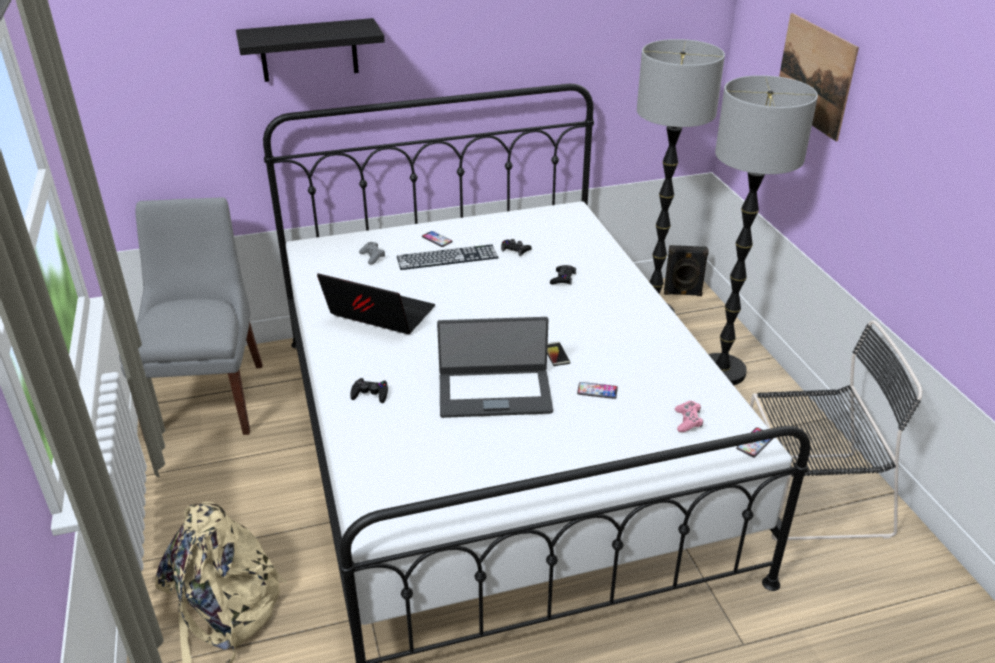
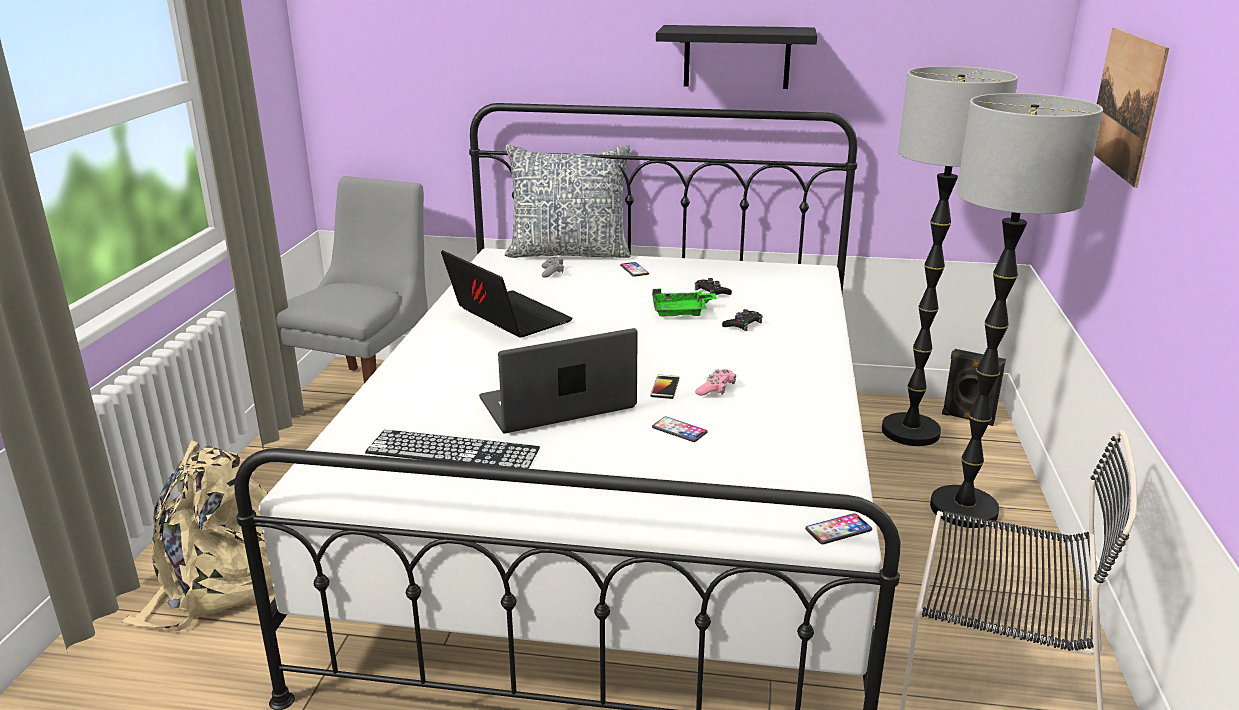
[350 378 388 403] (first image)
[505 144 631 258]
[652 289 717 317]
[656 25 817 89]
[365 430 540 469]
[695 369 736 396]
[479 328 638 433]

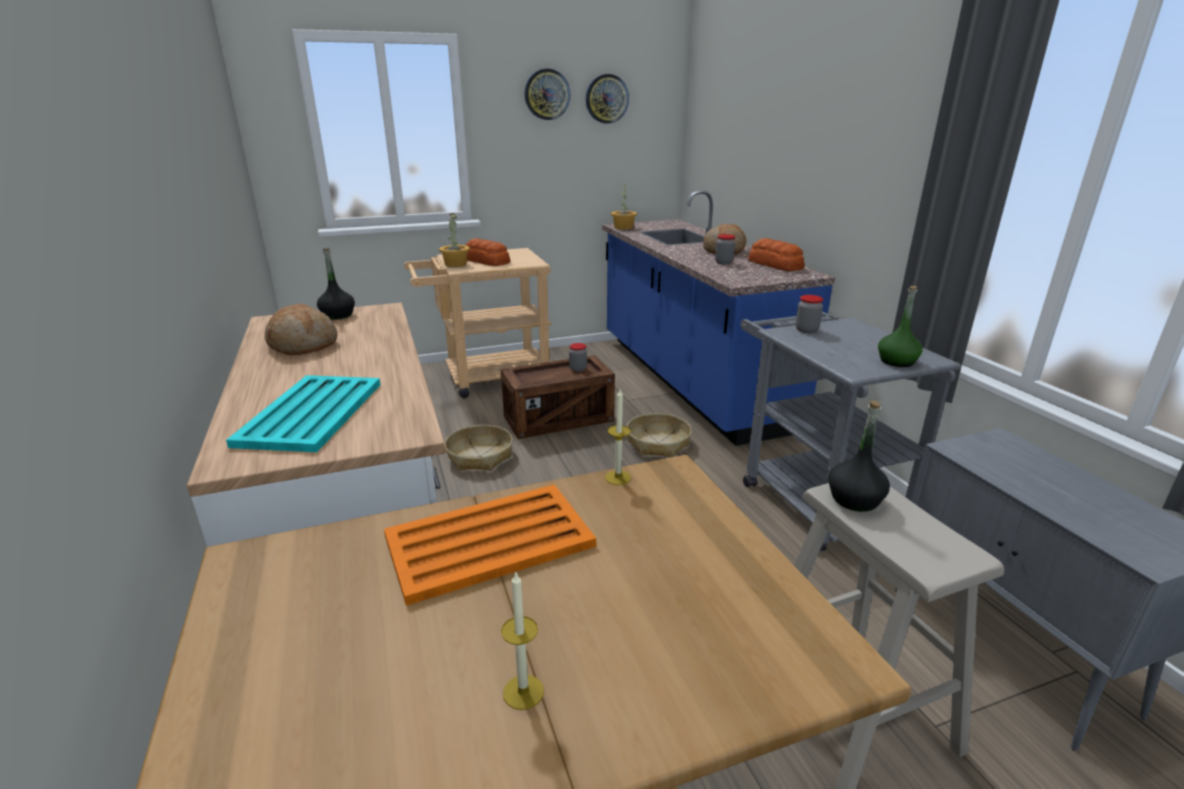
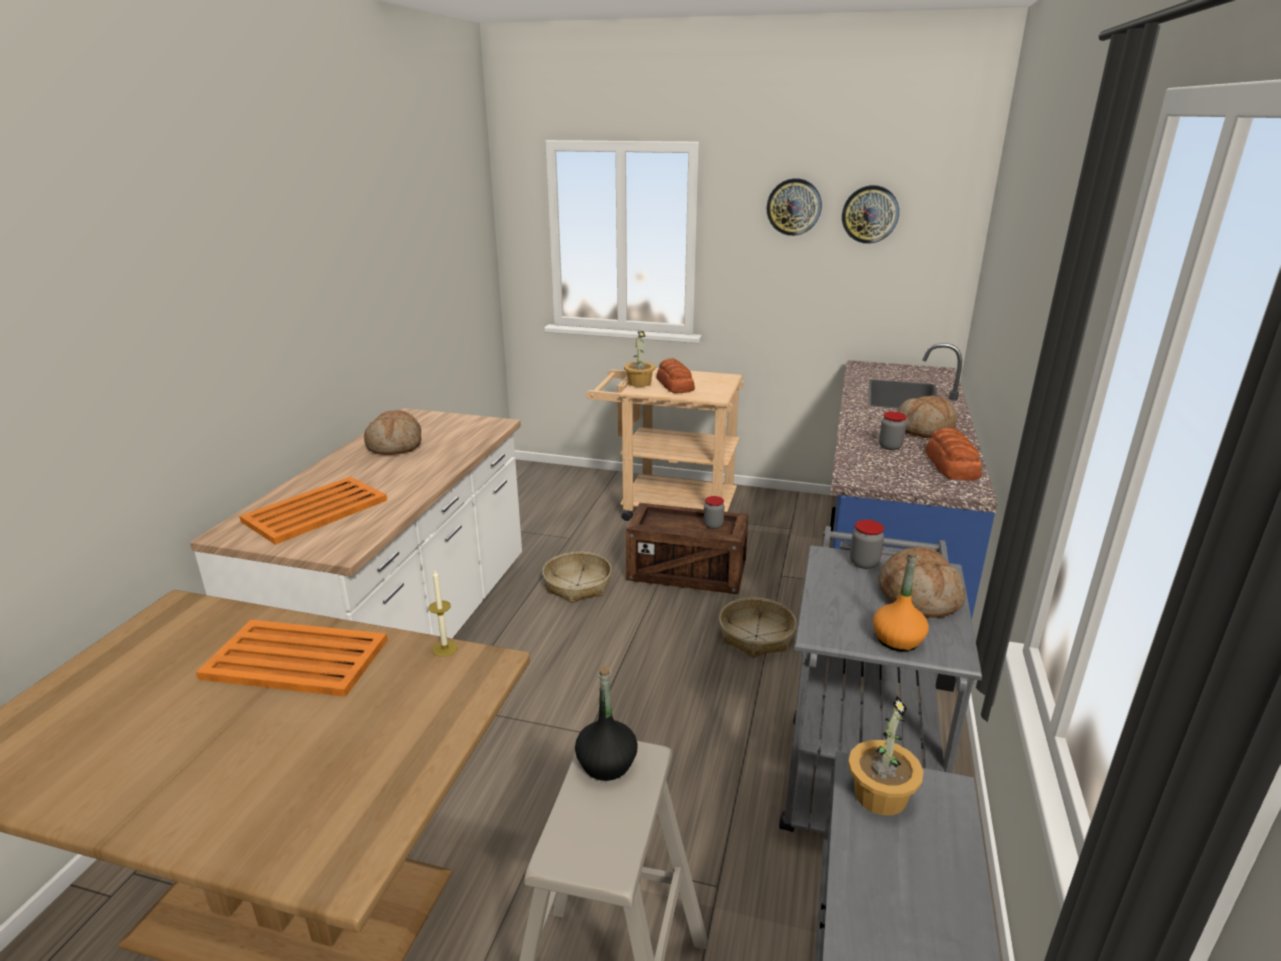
[317 248 355 320] (first image)
[501 571 544 710] (first image)
[878 547 966 618]
[848 695 924 815]
[240 477 387 545]
[873 551 929 652]

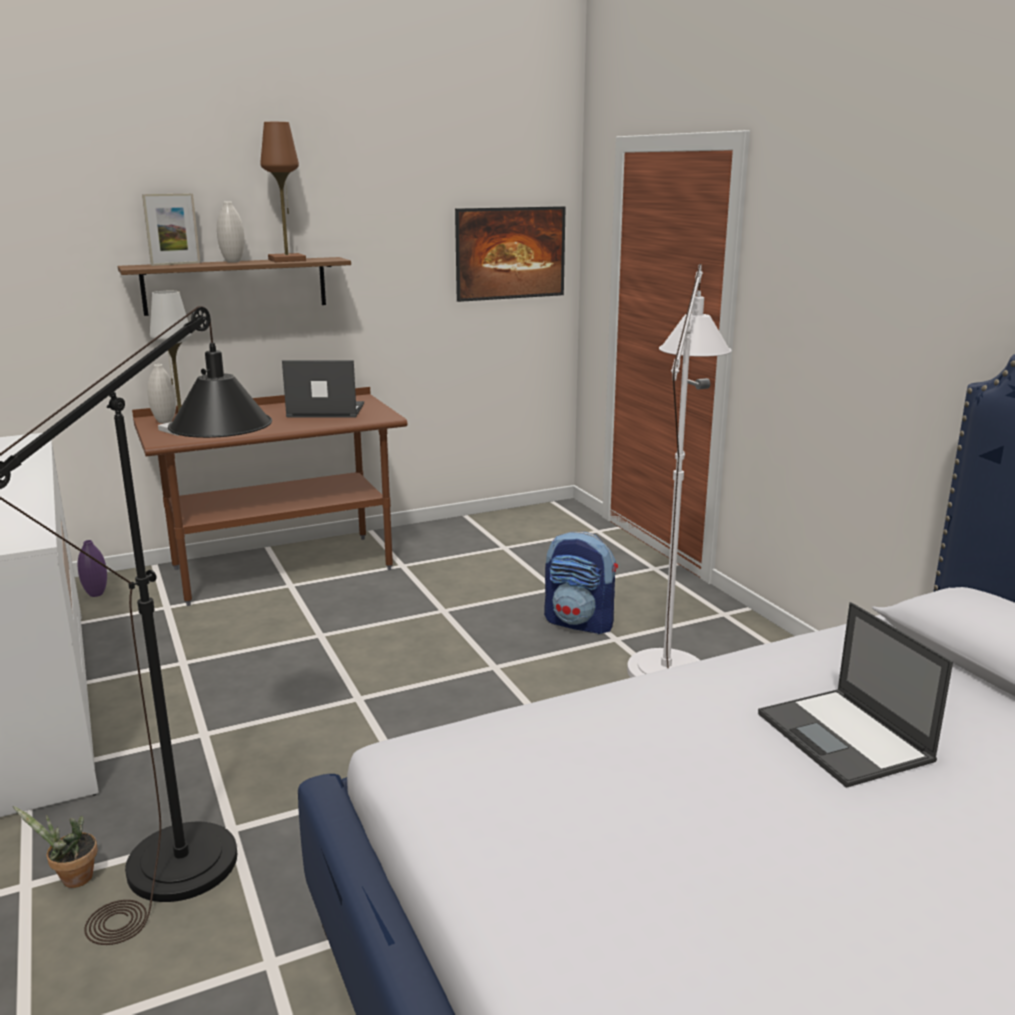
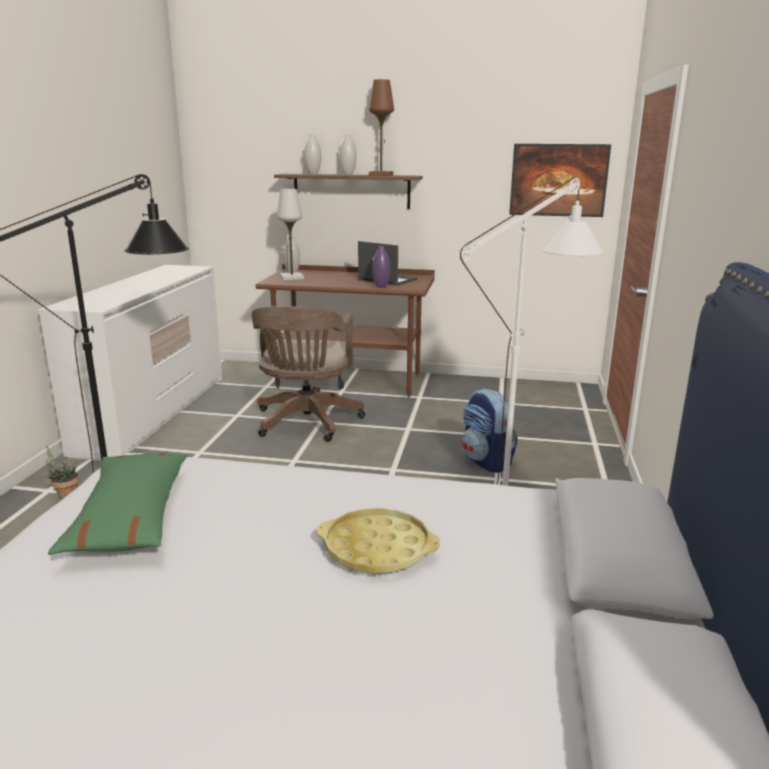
[48 453 188 555]
[252 306 365 442]
[372 246 390 288]
[304 134 321 174]
[316 508 440 573]

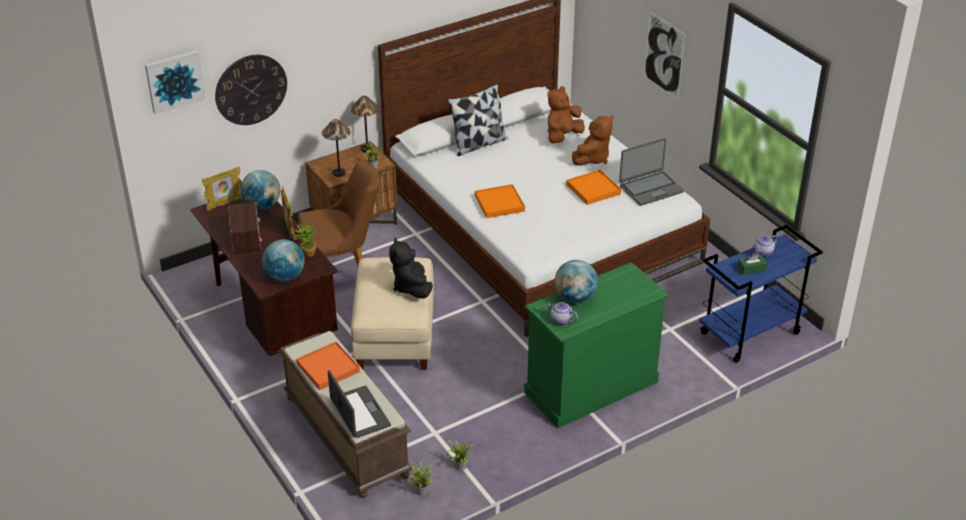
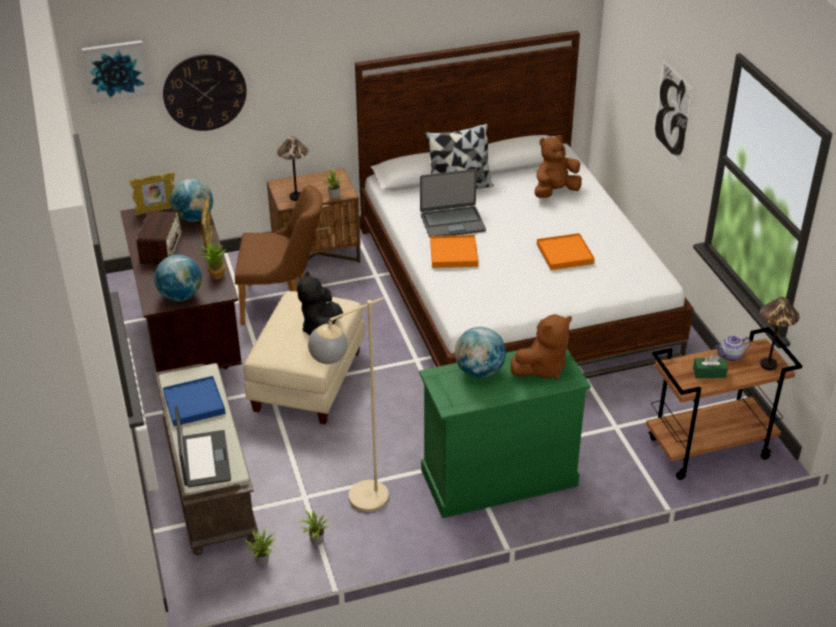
[546 301 578 326] (first image)
[308 297 389 512]
[760 297 800 370]
[511 314 572 379]
[420 169 486 238]
[163 376 226 426]
[646 327 802 480]

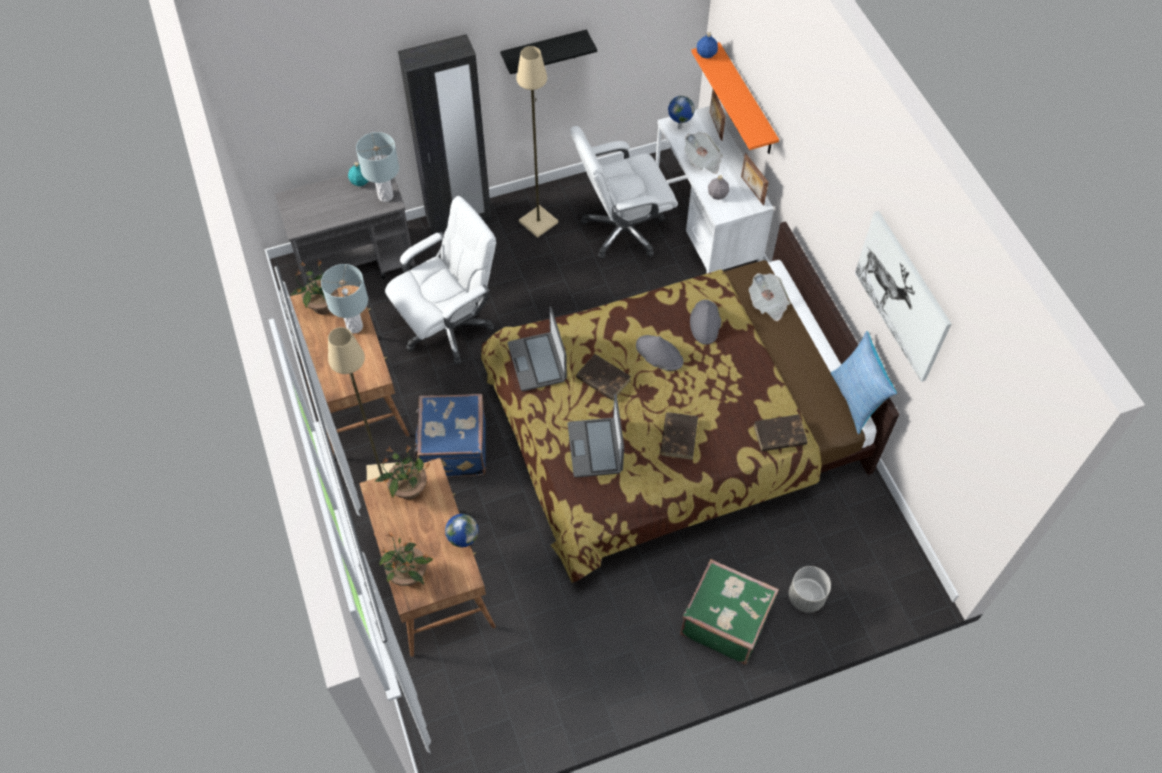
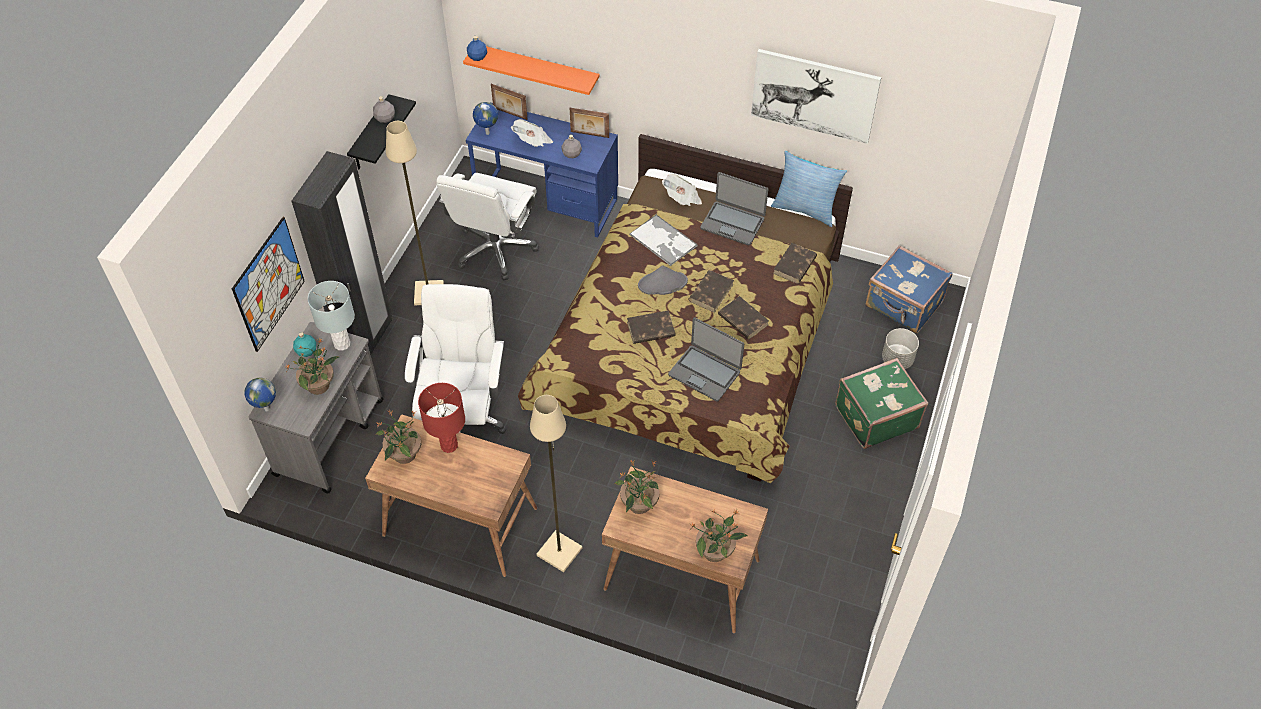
[232 217 305 352]
[284 337 339 395]
[373 96 395 123]
[688 270 734 313]
[865 245 952 333]
[244 378 276 412]
[700 172 768 246]
[630 214 698 266]
[418 383 465 453]
[466 102 618 238]

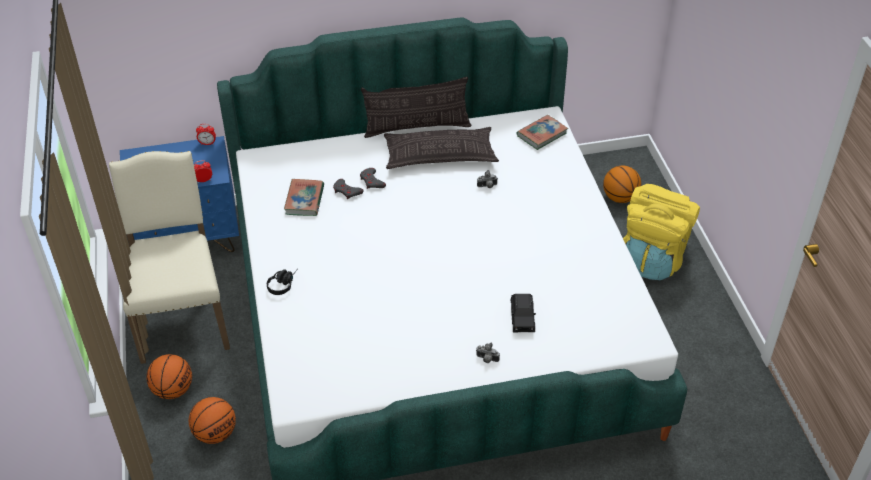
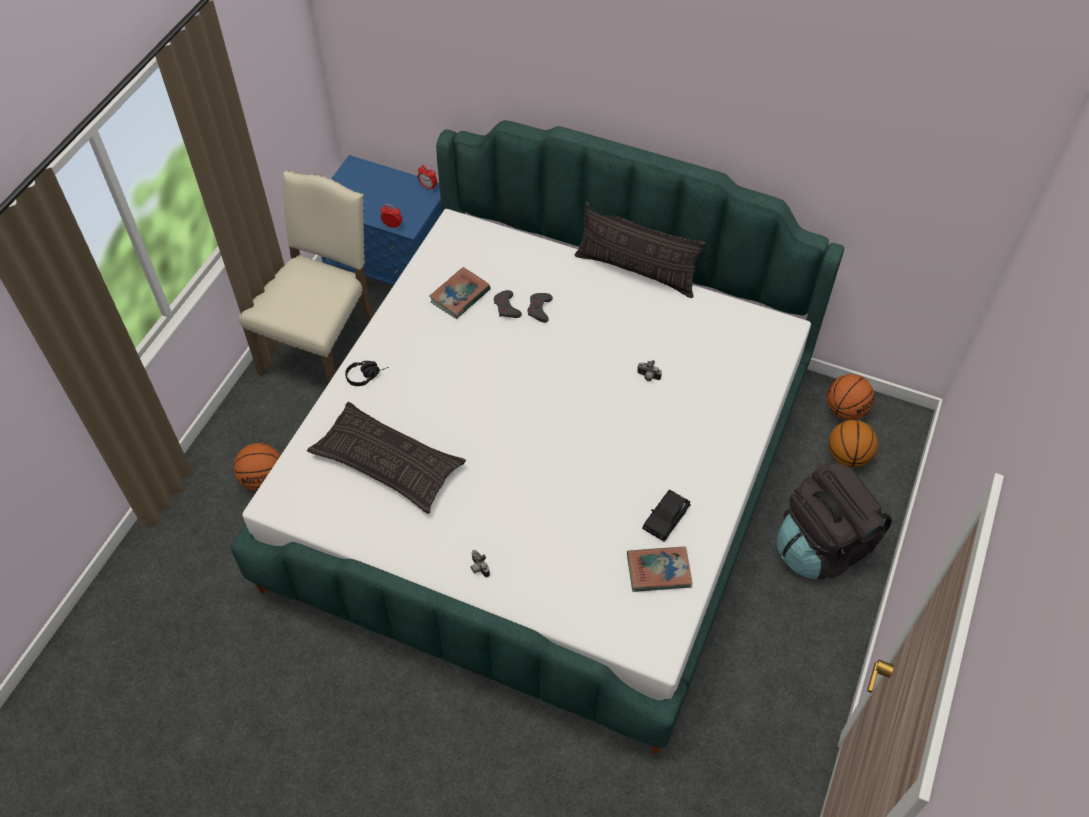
[827 374 875 420]
[307 402 466 514]
[642 489 691 541]
[627 546 693 592]
[776 462 892 579]

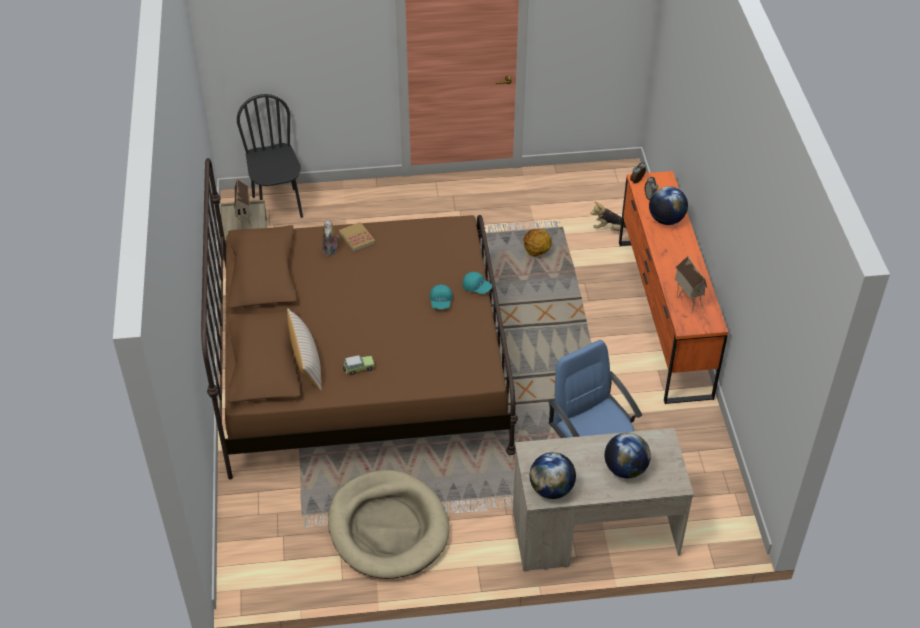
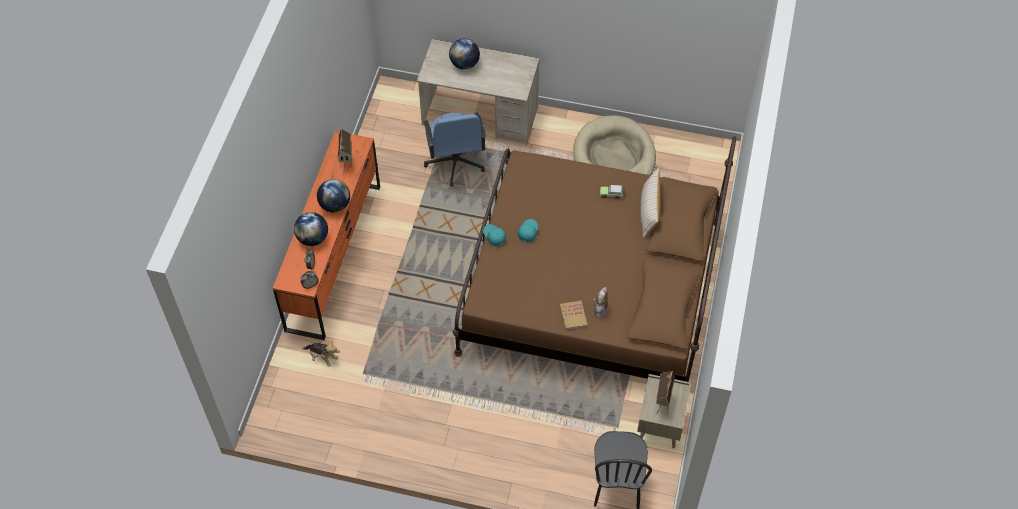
[524 229 552 257] (first image)
[317 179 350 212]

